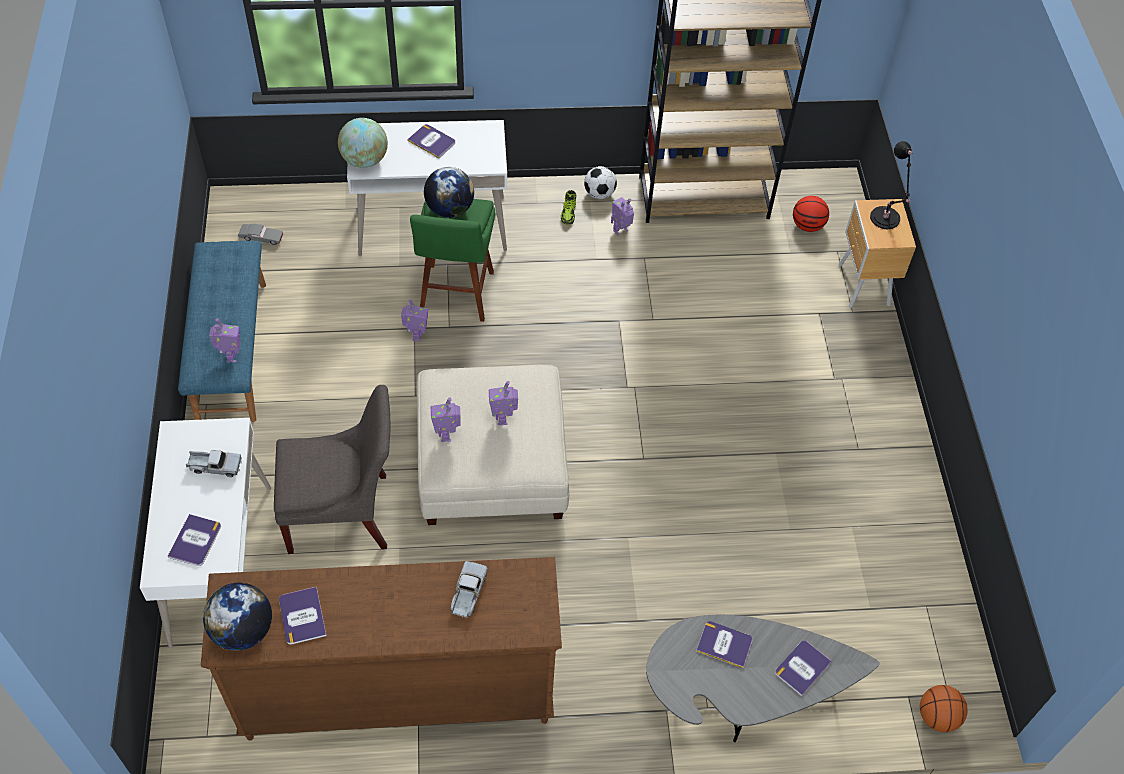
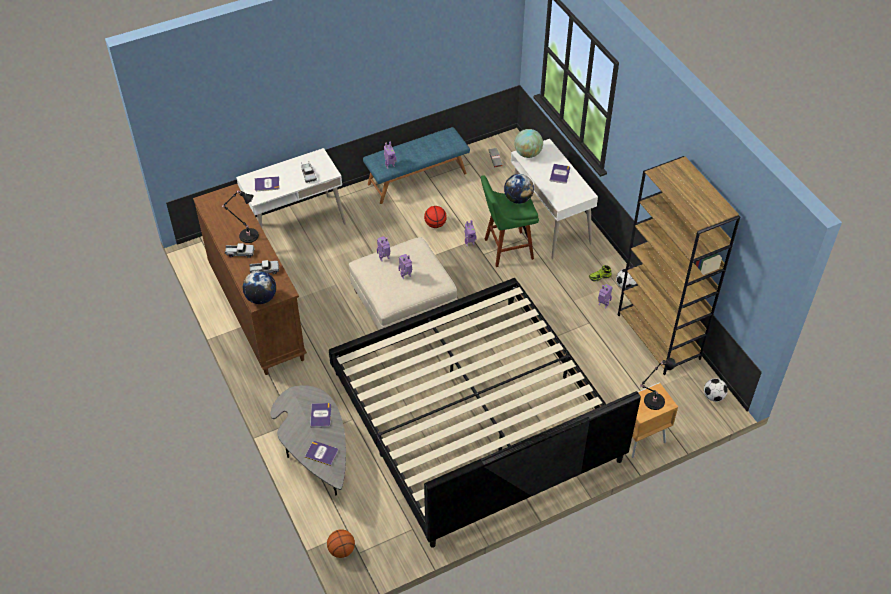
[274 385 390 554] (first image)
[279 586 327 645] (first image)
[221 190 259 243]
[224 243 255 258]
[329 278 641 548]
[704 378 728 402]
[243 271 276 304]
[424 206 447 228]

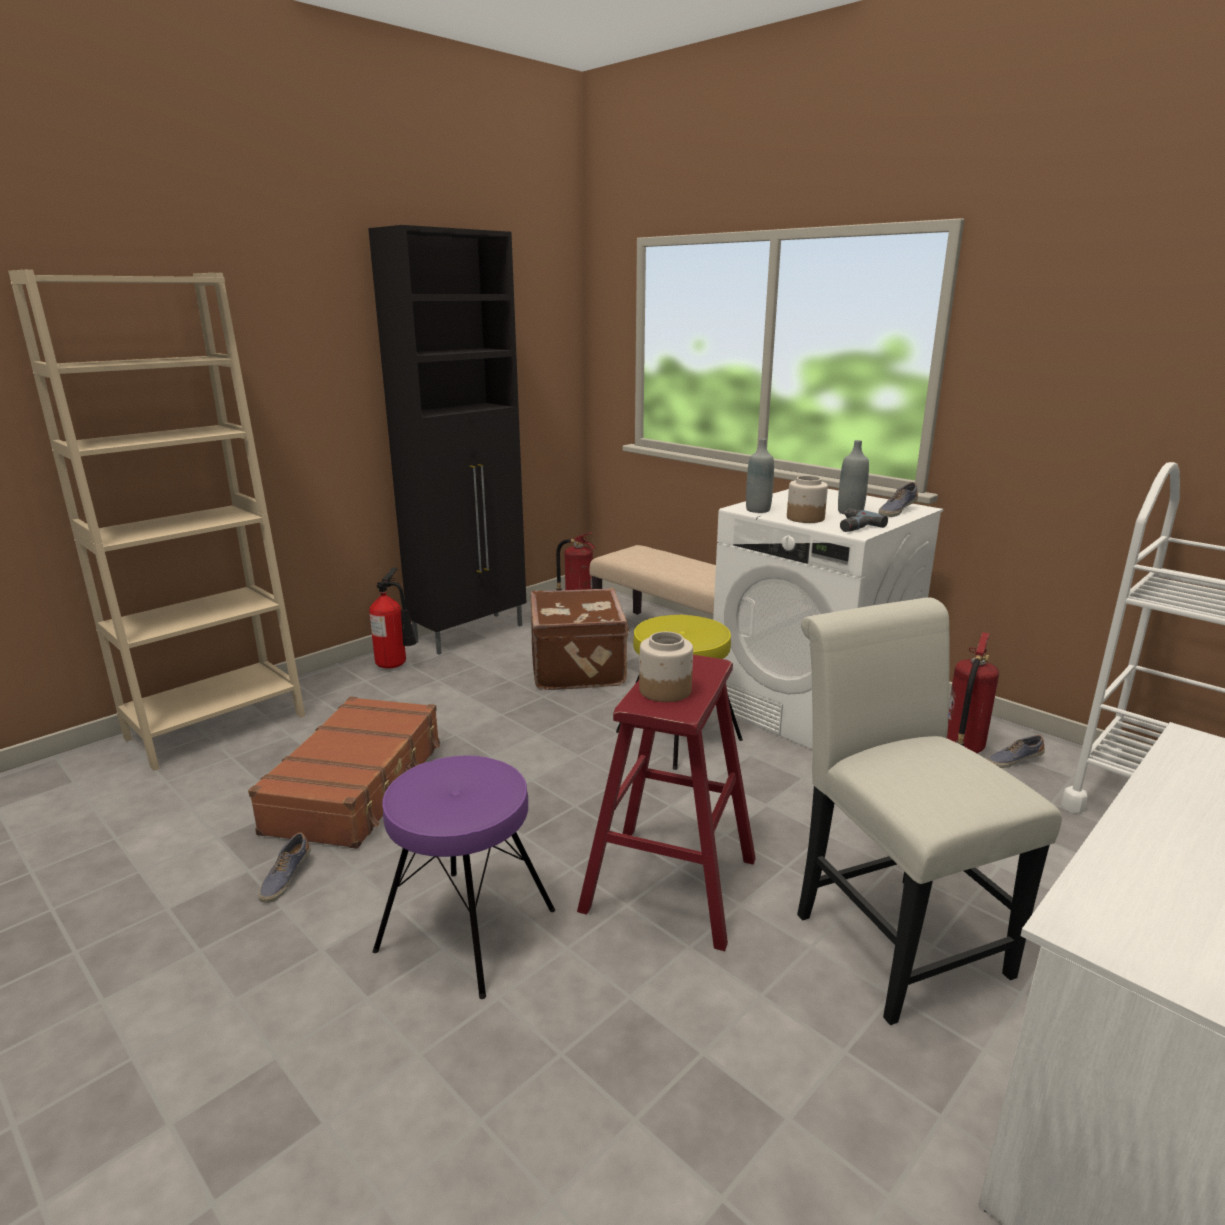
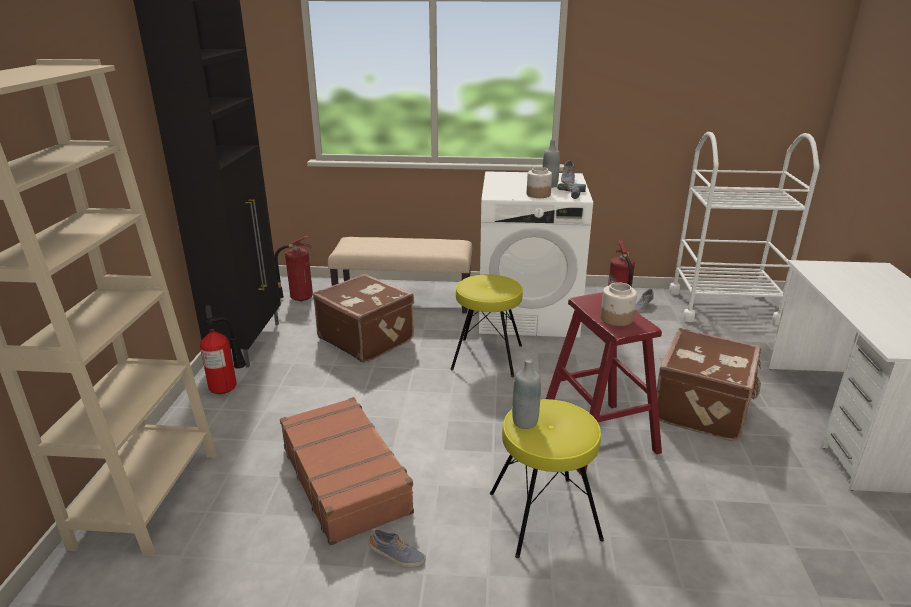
[512 359 541 429]
[657 328 761 441]
[490 399 604 558]
[368 529 426 568]

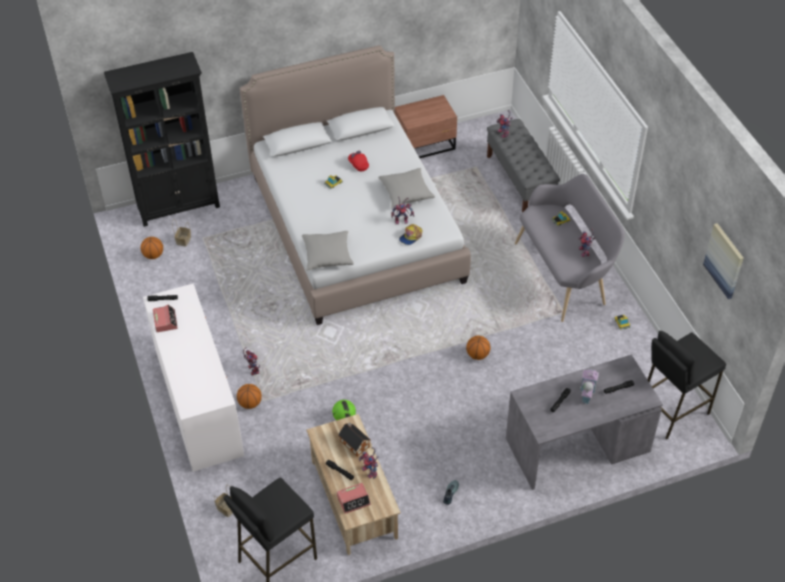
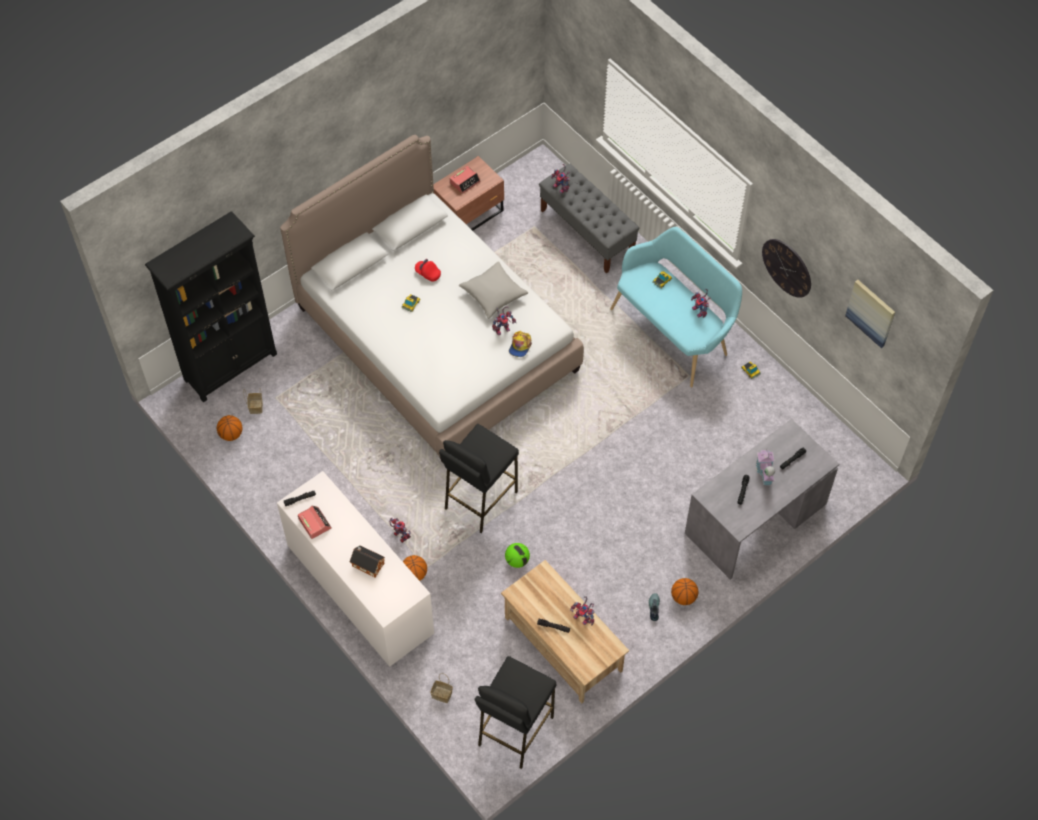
[302 231 354 271] (first image)
[762 239 811 298]
[450 166 480 194]
[350 546 385 578]
[671 578 698 605]
[439 424 519 533]
[610 227 742 387]

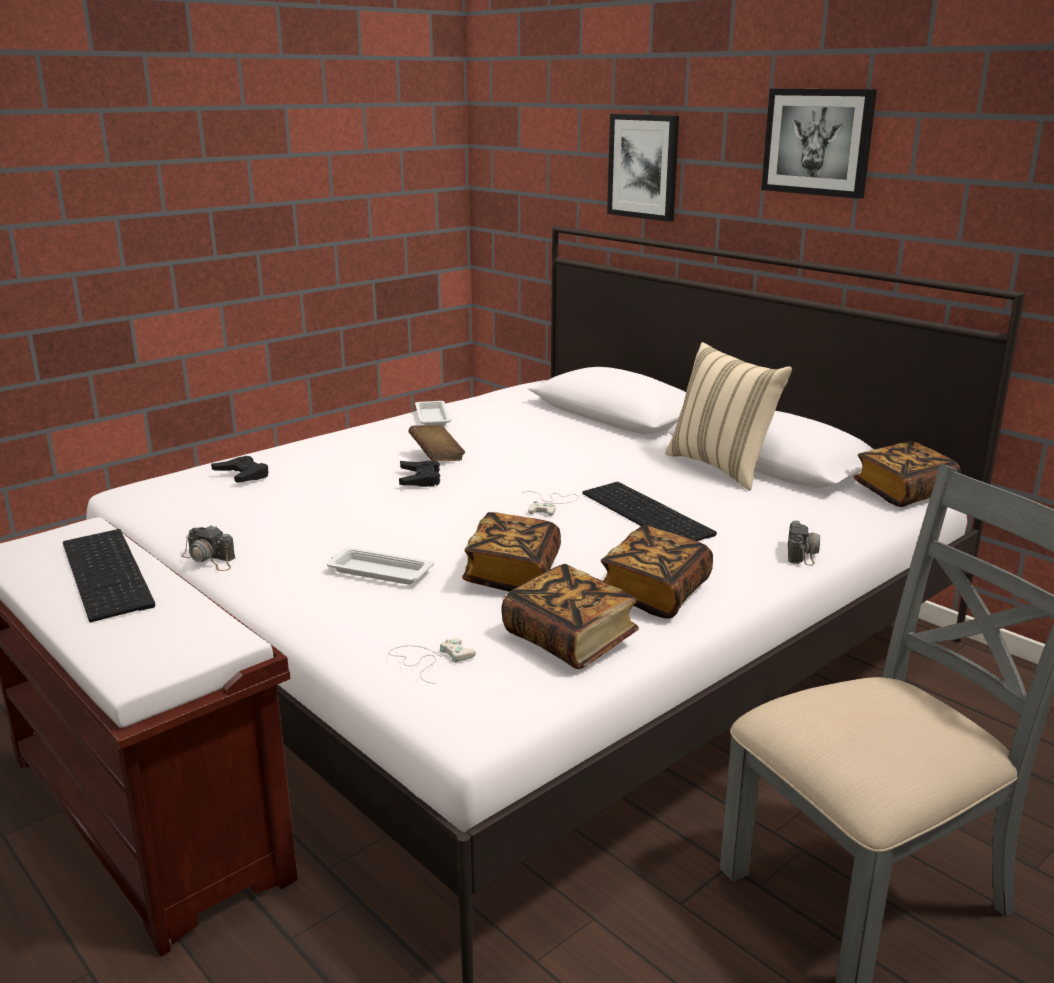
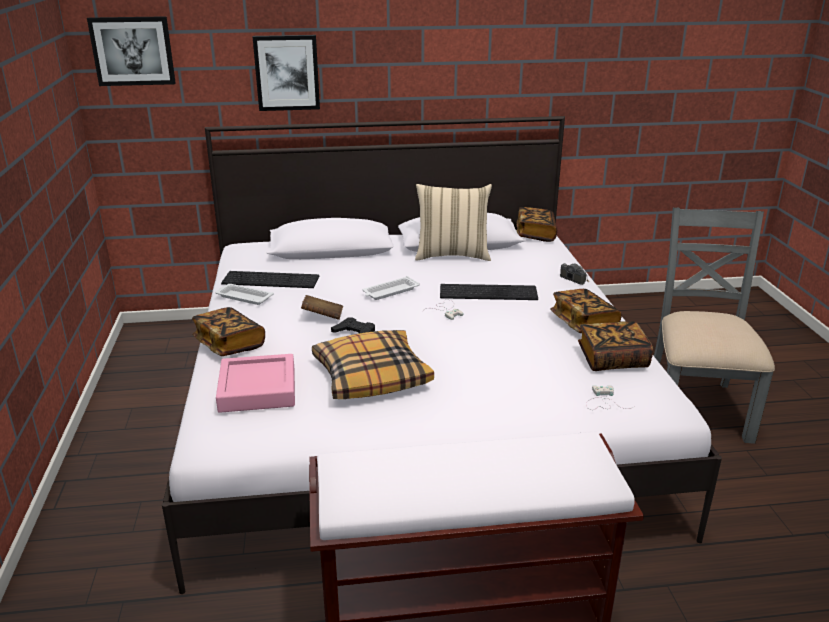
[181 525 235 571] (first image)
[312 330 434 399]
[221 271 319 288]
[363 276 420 300]
[192 307 265 356]
[87 16 176 86]
[216 354 295 413]

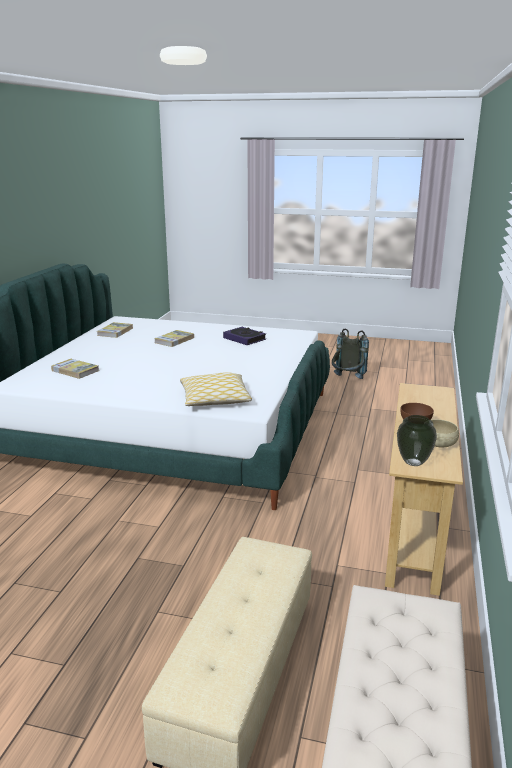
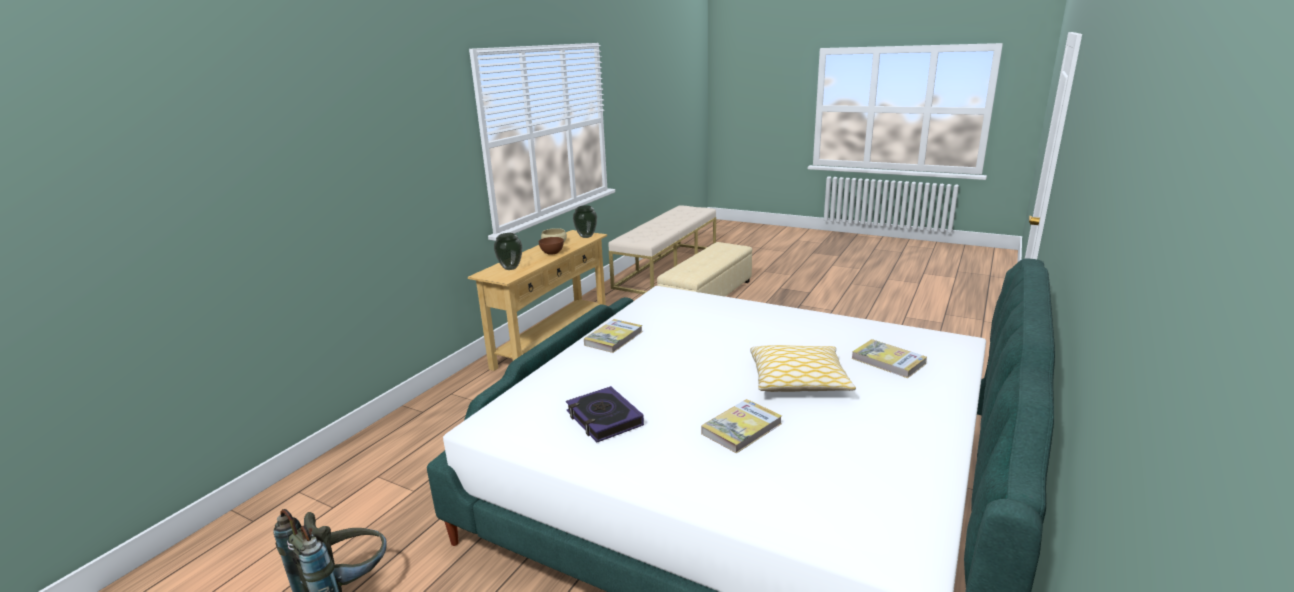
[494 233 522 270]
[584 319 642 353]
[750 345 856 392]

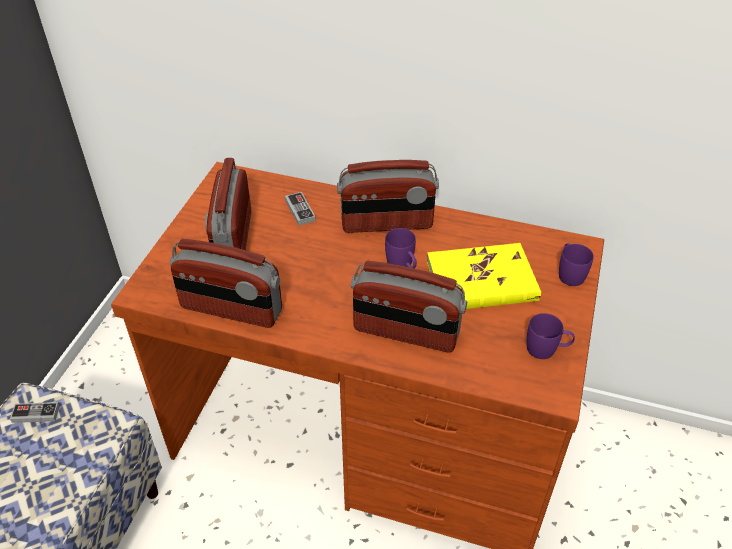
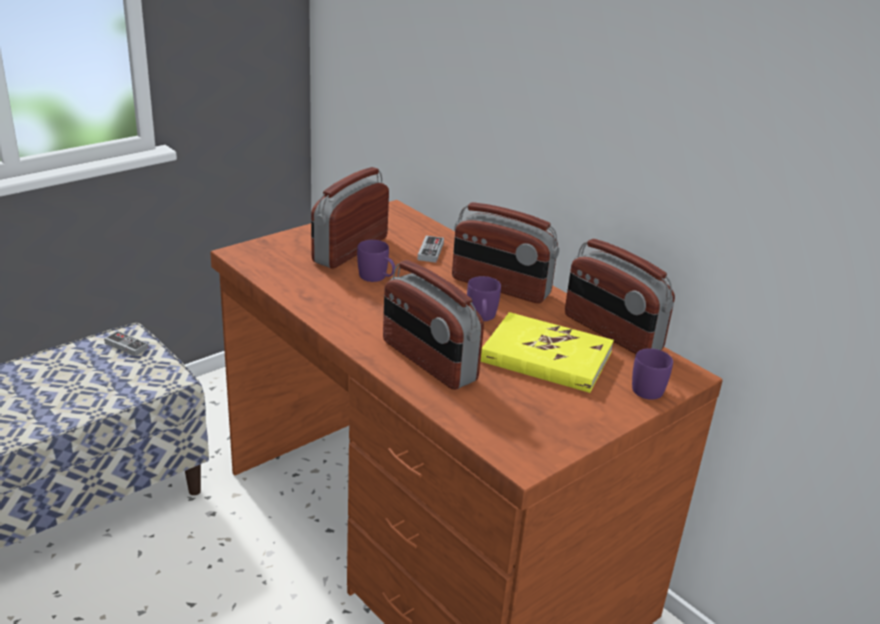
[565 239 675 354]
[357 240 395 282]

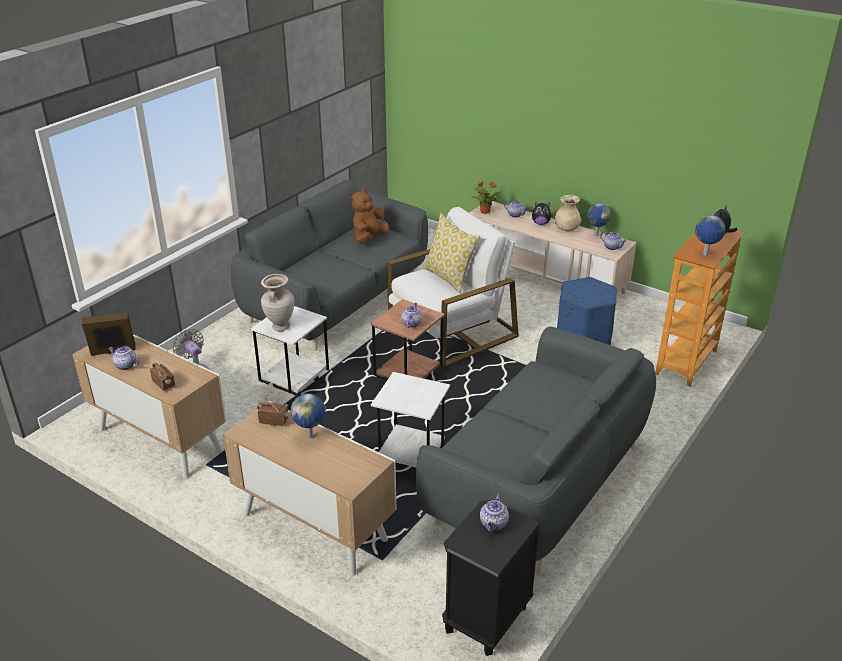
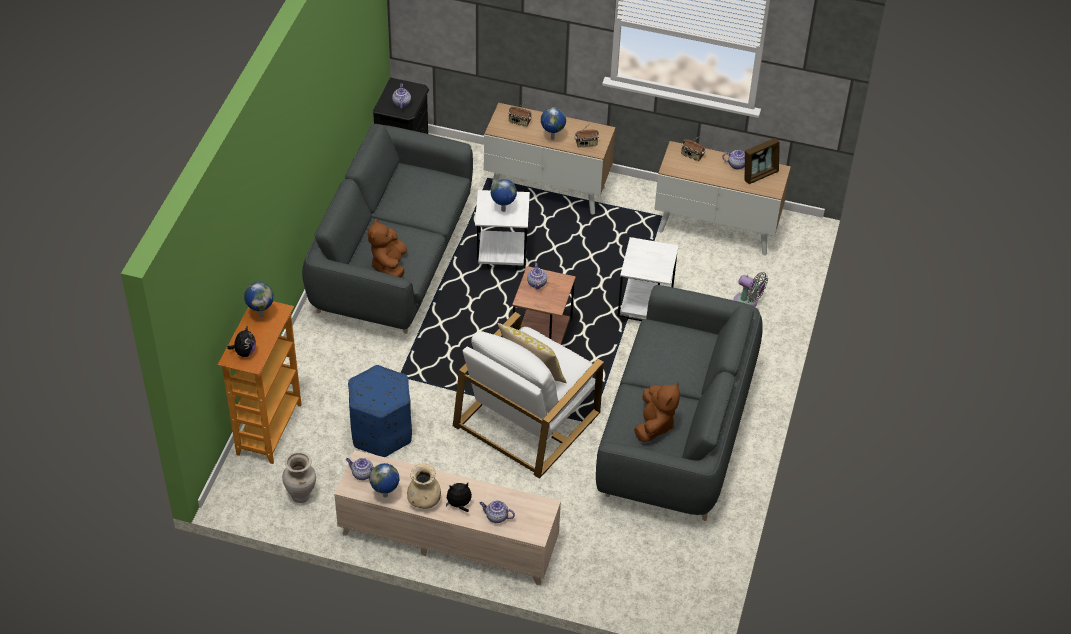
[471 181 501 214] (first image)
[368 219 407 278]
[491 179 517 212]
[508 103 532 127]
[282 452 316 503]

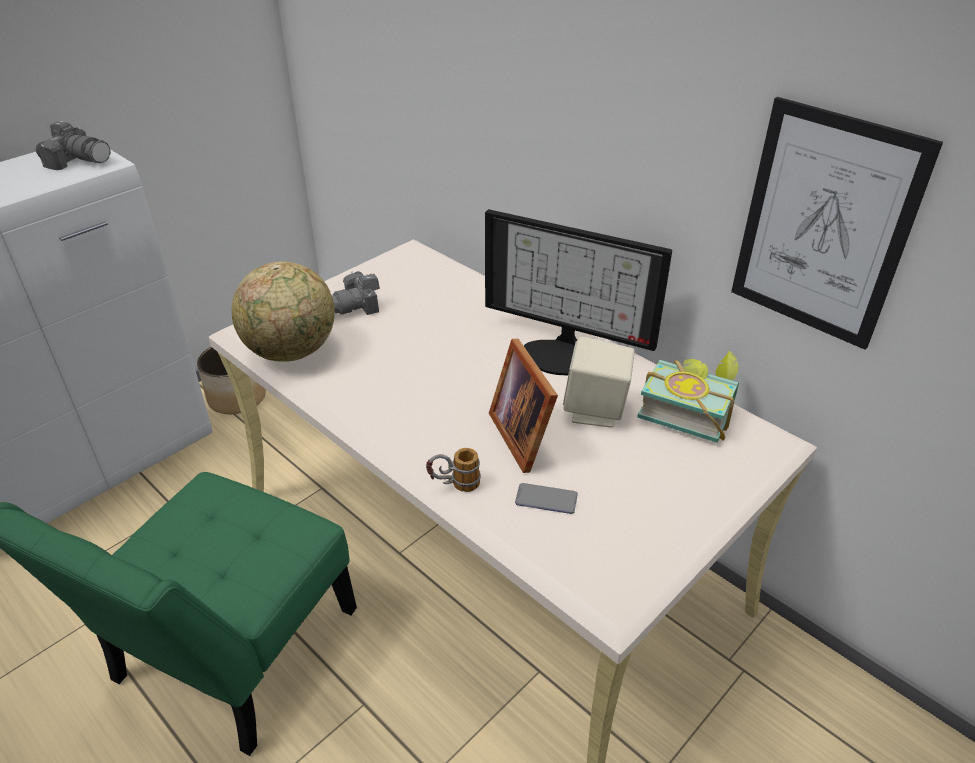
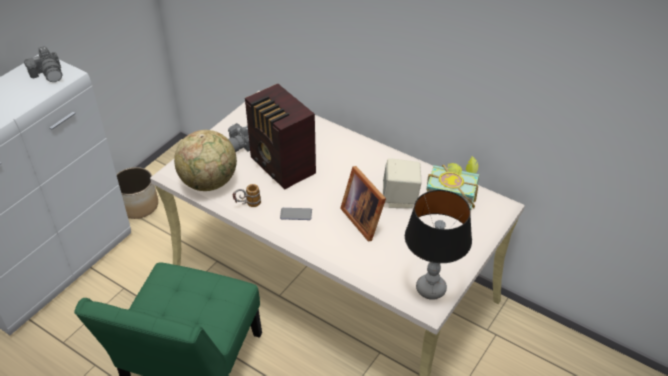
[485 209 672 375] (first image)
[731 97 943 350] (first image)
[245 84 316 189]
[405 190 472 300]
[233 184 261 207]
[280 208 312 220]
[24 46 63 82]

